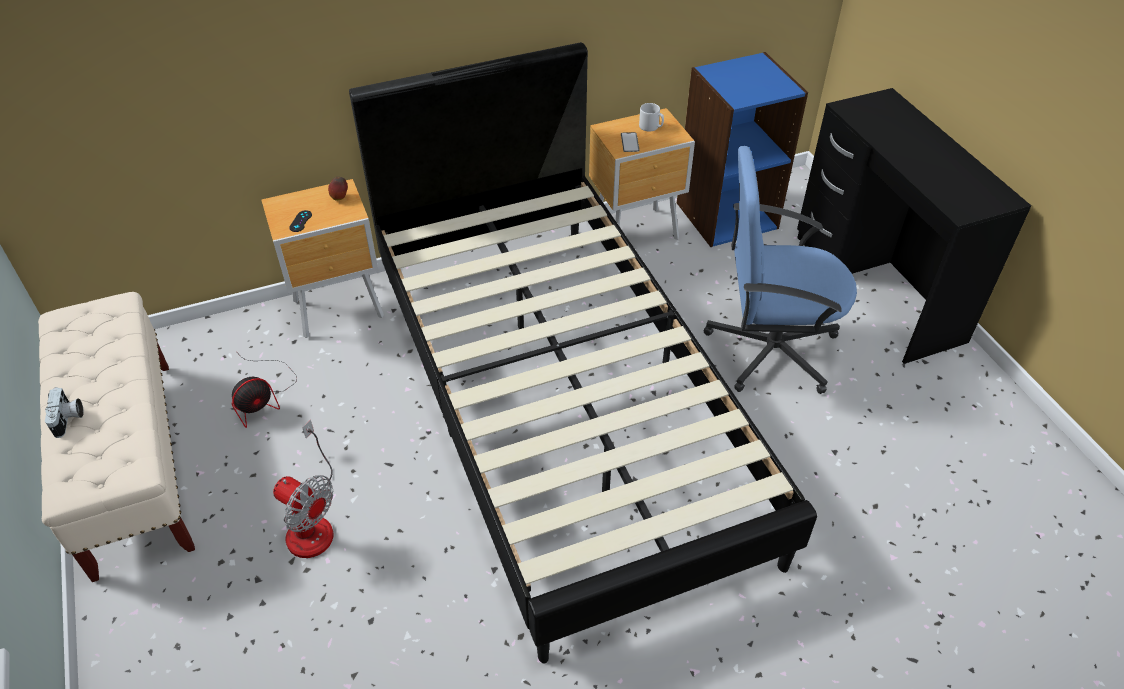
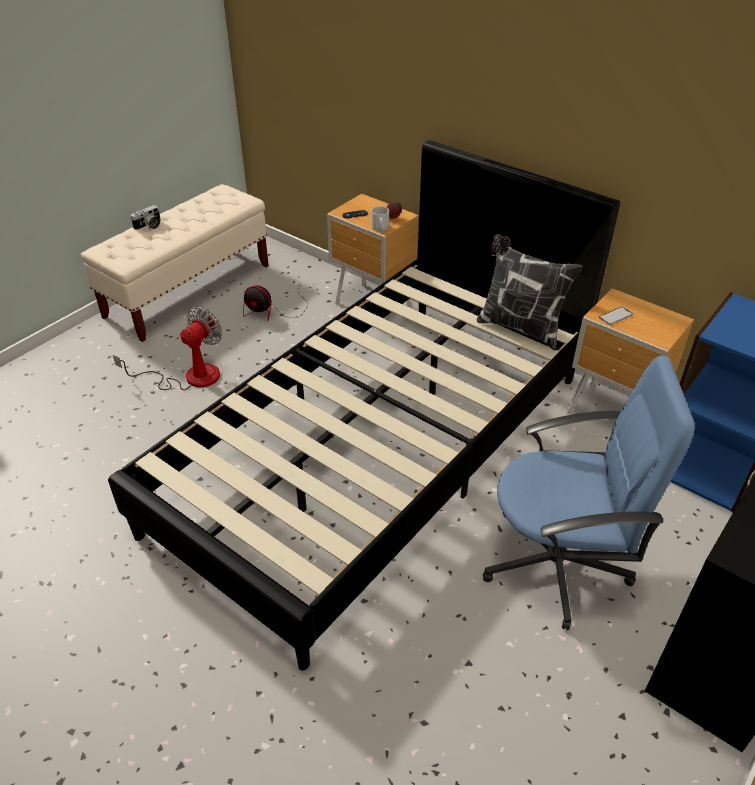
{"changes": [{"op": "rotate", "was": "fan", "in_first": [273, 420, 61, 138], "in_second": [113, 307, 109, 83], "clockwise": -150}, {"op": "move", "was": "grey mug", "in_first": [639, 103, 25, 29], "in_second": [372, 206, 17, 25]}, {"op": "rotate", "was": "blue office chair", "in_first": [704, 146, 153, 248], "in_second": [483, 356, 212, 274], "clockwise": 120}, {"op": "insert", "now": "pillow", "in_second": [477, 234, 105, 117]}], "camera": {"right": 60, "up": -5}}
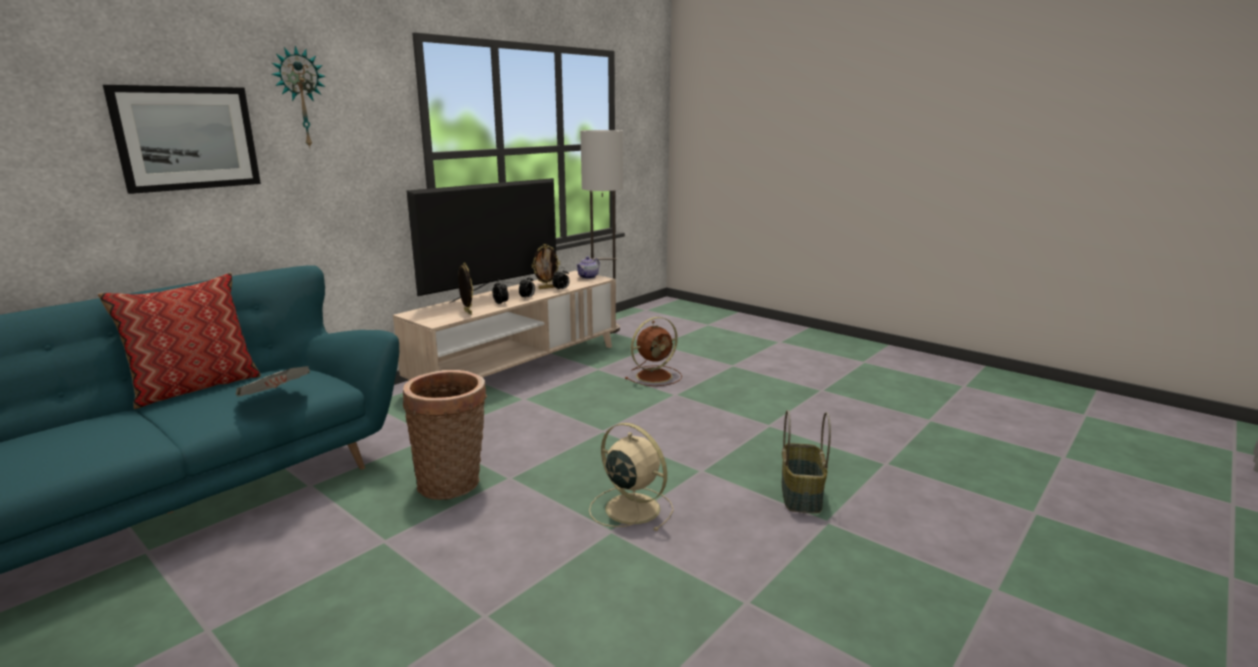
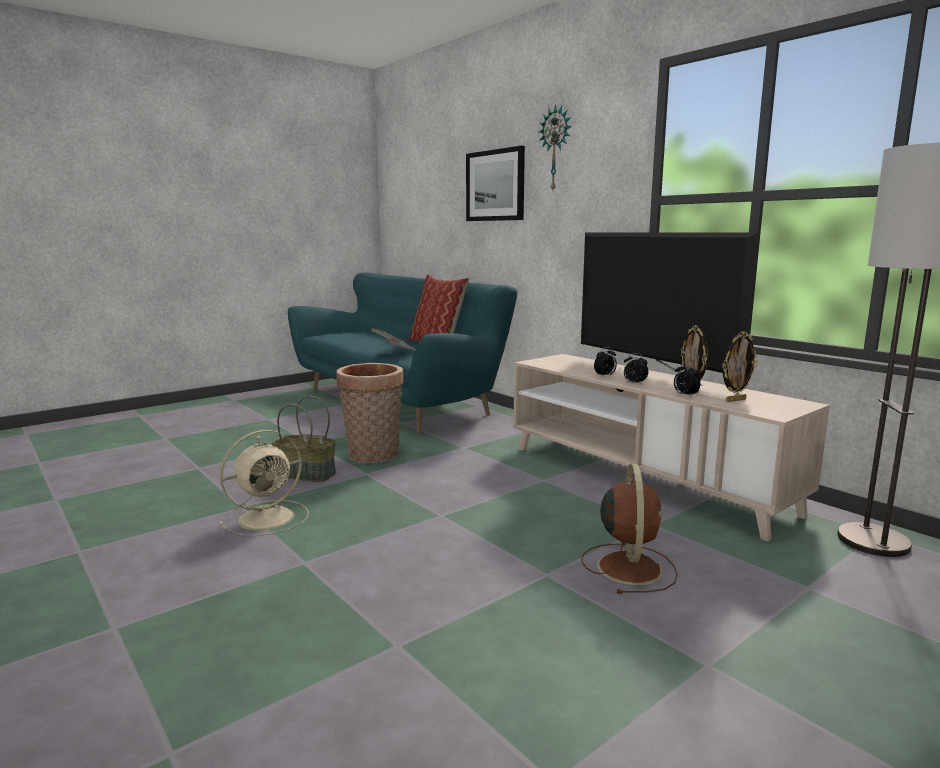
{"changes": [{"op": "move", "was": "picture frame", "in_first": [458, 262, 15, 53], "in_second": [722, 331, 36, 71]}, {"op": "delete", "was": "teapot", "in_first": [576, 257, 24, 22]}, {"op": "rotate", "was": "brown fan", "in_first": [625, 317, 57, 69], "in_second": [581, 464, 97, 130], "clockwise": -150}, {"op": "move", "was": "basket", "in_first": [782, 410, 49, 103], "in_second": [272, 396, 64, 86]}], "camera": {"right": 100, "up": -5}}
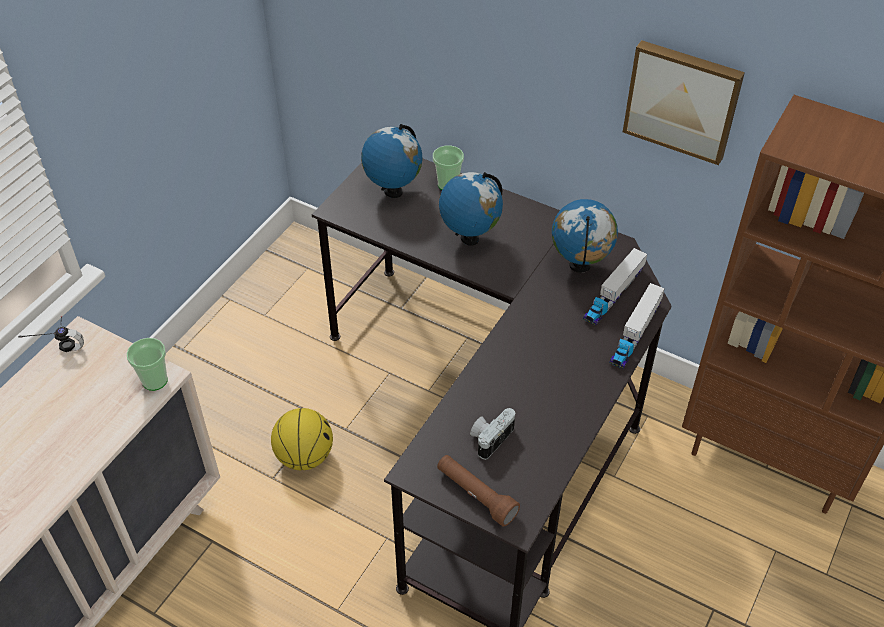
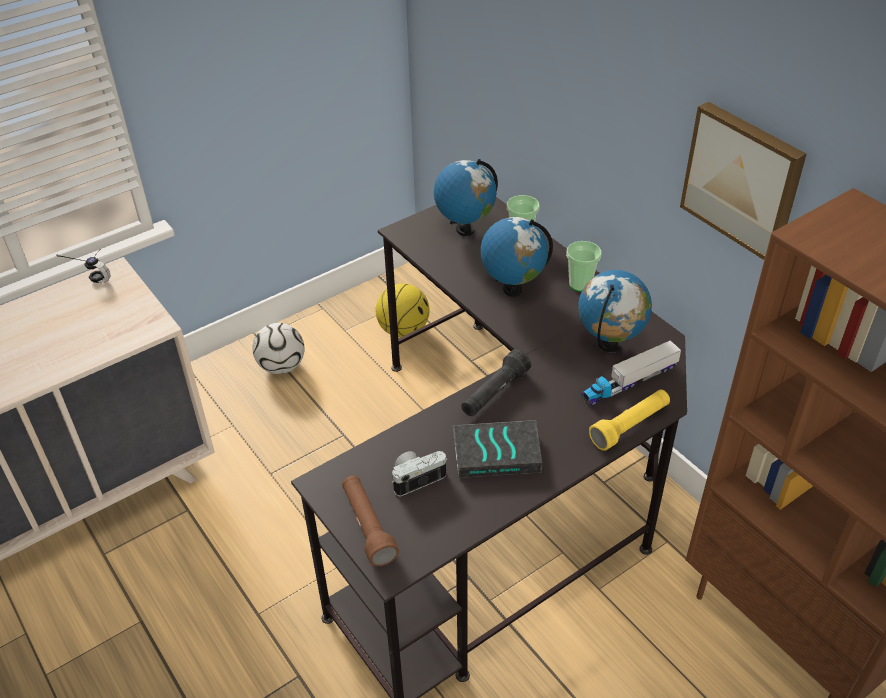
{"changes": [{"op": "move", "was": "cup", "in_first": [127, 338, 41, 53], "in_second": [566, 241, 36, 51]}, {"op": "move", "was": "basketball", "in_first": [271, 408, 62, 62], "in_second": [376, 283, 54, 54]}, {"op": "replace", "was": "toy truck", "now": "yellow flashlight", "in_first": [609, 283, 56, 86], "in_second": [589, 389, 81, 62]}, {"op": "insert", "now": "football", "in_second": [253, 323, 52, 51]}, {"op": "insert", "now": "book", "in_second": [452, 420, 90, 58]}, {"op": "insert", "now": "black flashlight", "in_second": [461, 349, 70, 67]}], "camera": {"right": 25, "up": -5}}
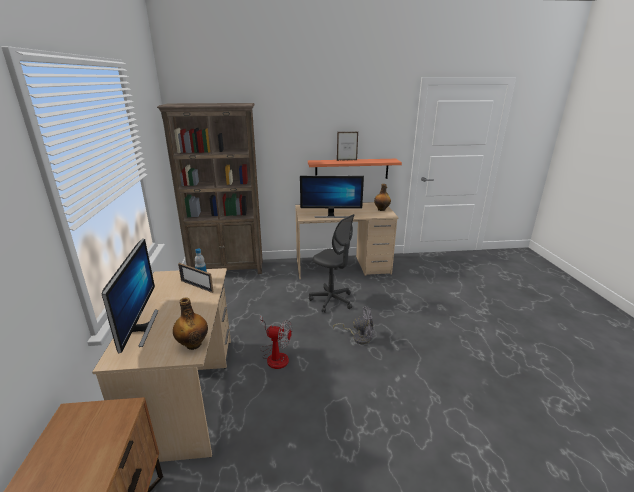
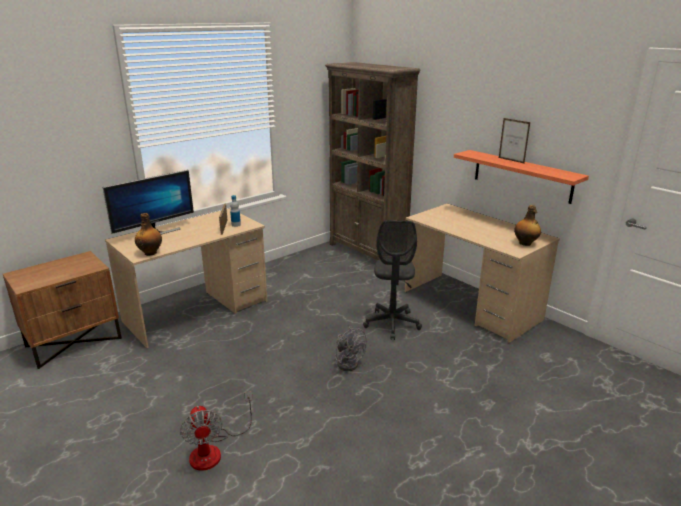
{"changes": [{"op": "move", "was": "fan", "in_first": [260, 315, 32, 54], "in_second": [180, 391, 73, 80]}, {"op": "delete", "was": "monitor", "in_first": [300, 175, 64, 43]}], "camera": {"right": 55, "up": 0}}
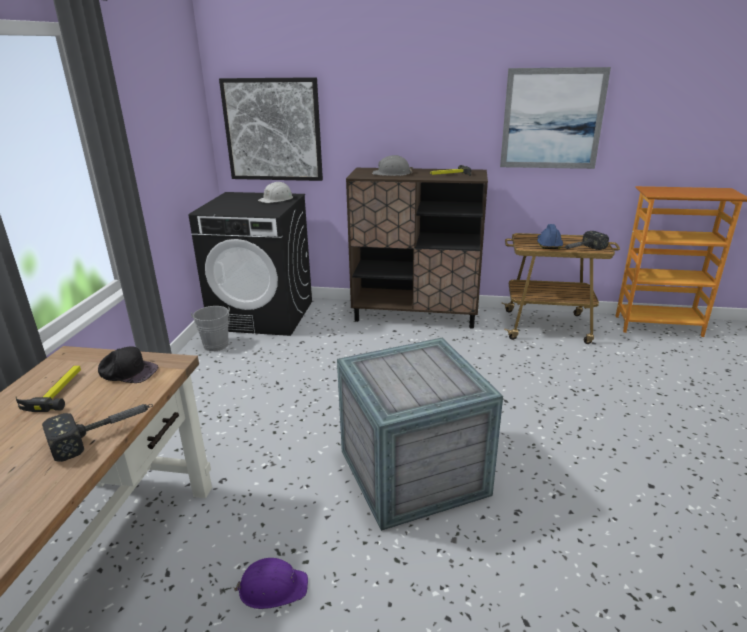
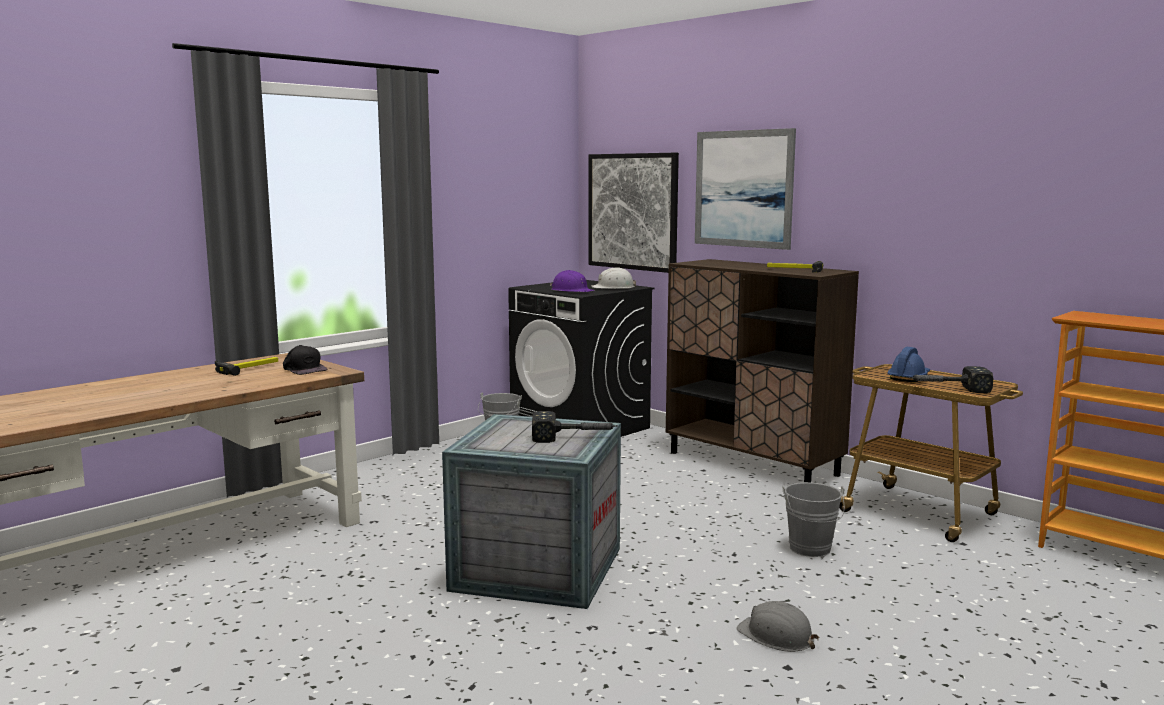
{"changes": [{"op": "move", "was": "hammer", "in_first": [42, 404, 111, 58], "in_second": [532, 411, 86, 32]}, {"op": "move", "was": "purple hard hat", "in_first": [233, 558, 75, 51], "in_second": [550, 270, 45, 22]}, {"op": "move", "was": "grey hard hat", "in_first": [372, 155, 41, 21], "in_second": [736, 601, 83, 51]}, {"op": "move", "was": "picture", "in_first": [500, 67, 111, 102], "in_second": [695, 128, 101, 122]}, {"op": "insert", "now": "grey bucket", "in_second": [782, 482, 63, 75]}], "camera": {"right": 35, "up": -15}}
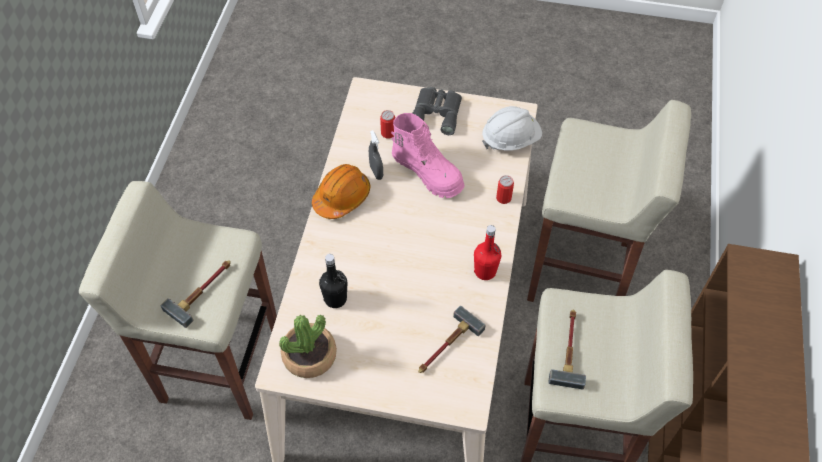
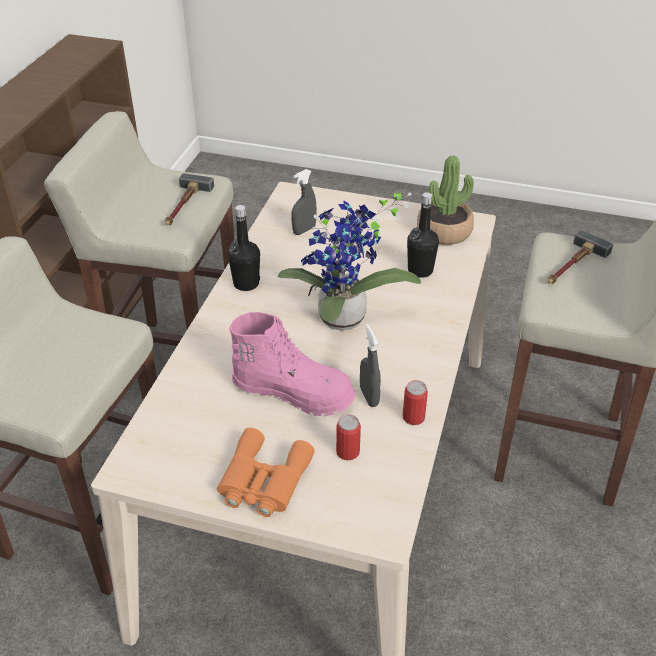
{"changes": [{"op": "delete", "was": "orange hard hat", "in_first": [312, 164, 58, 55]}, {"op": "rotate", "was": "pink boot", "in_first": [391, 113, 74, 85], "in_second": [229, 312, 126, 104], "clockwise": 150}, {"op": "recolor", "was": "grey binoculars", "now": "orange binoculars", "in_first": [412, 87, 50, 48], "in_second": [217, 428, 98, 89]}, {"op": "replace", "was": "hammer", "now": "grey spray bottle", "in_first": [418, 305, 68, 68], "in_second": [291, 169, 26, 66]}, {"op": "recolor", "was": "red bottle", "now": "black bottle", "in_first": [474, 225, 27, 55], "in_second": [228, 205, 32, 86]}, {"op": "delete", "was": "white hard hat", "in_first": [482, 106, 60, 44]}, {"op": "move", "was": "can", "in_first": [496, 175, 18, 29], "in_second": [402, 380, 26, 45]}, {"op": "insert", "now": "potted plant", "in_second": [278, 192, 143, 139]}], "camera": {"right": -175, "up": -15}}
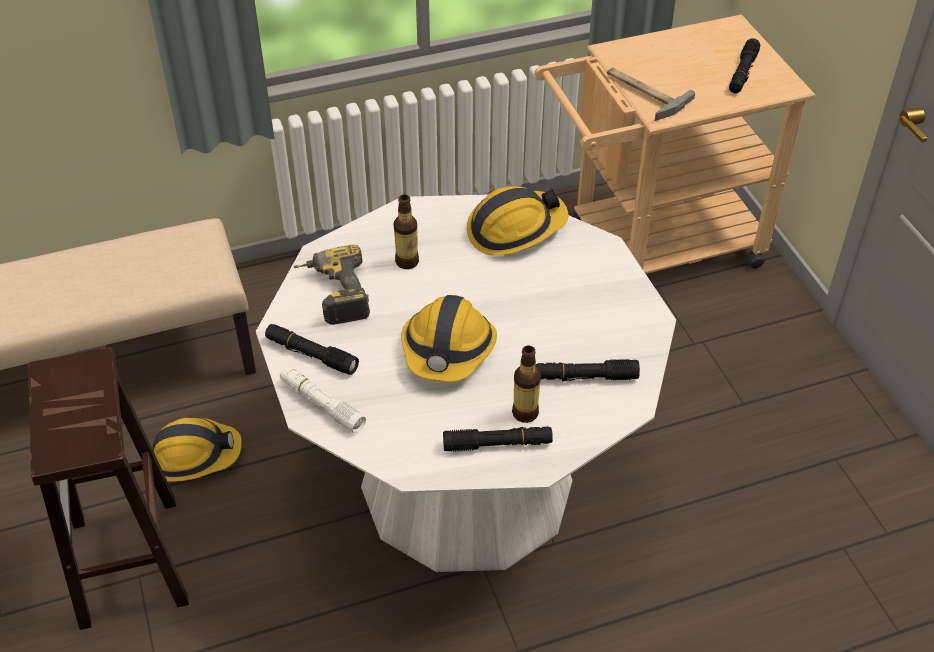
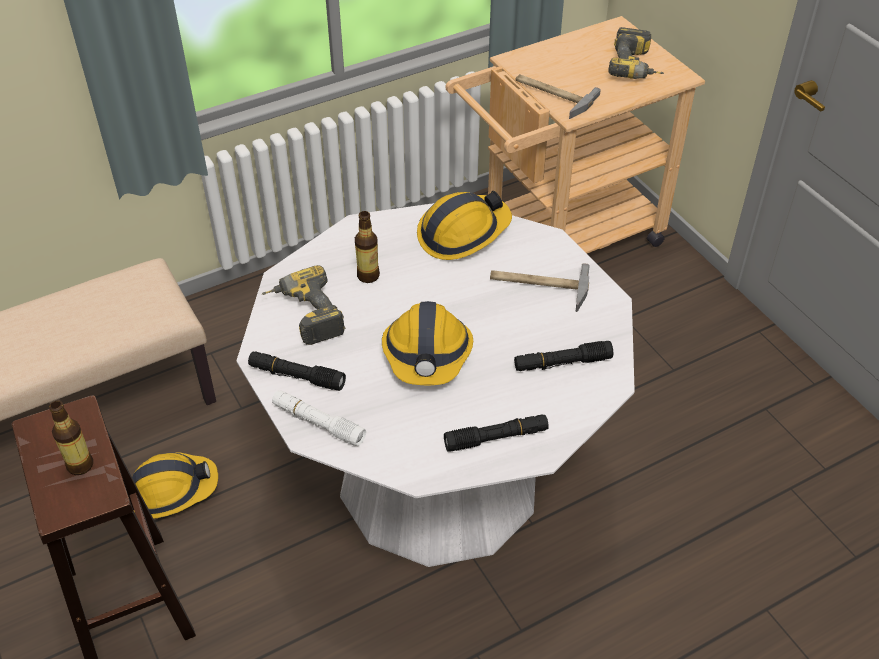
{"changes": [{"op": "move", "was": "bottle", "in_first": [512, 345, 29, 78], "in_second": [49, 401, 44, 74]}, {"op": "replace", "was": "black flashlight", "now": "power drill", "in_first": [729, 38, 31, 55], "in_second": [608, 27, 56, 52]}, {"op": "insert", "now": "hammer", "in_second": [490, 263, 100, 49]}], "camera": {"right": -10, "up": 0}}
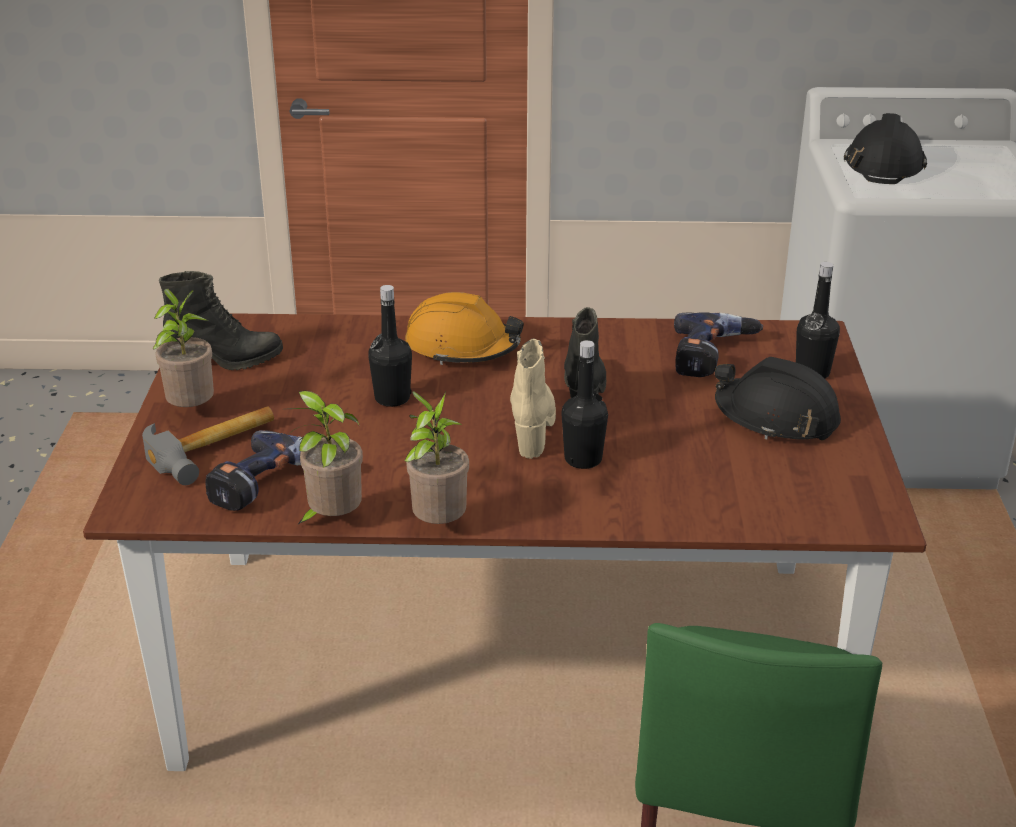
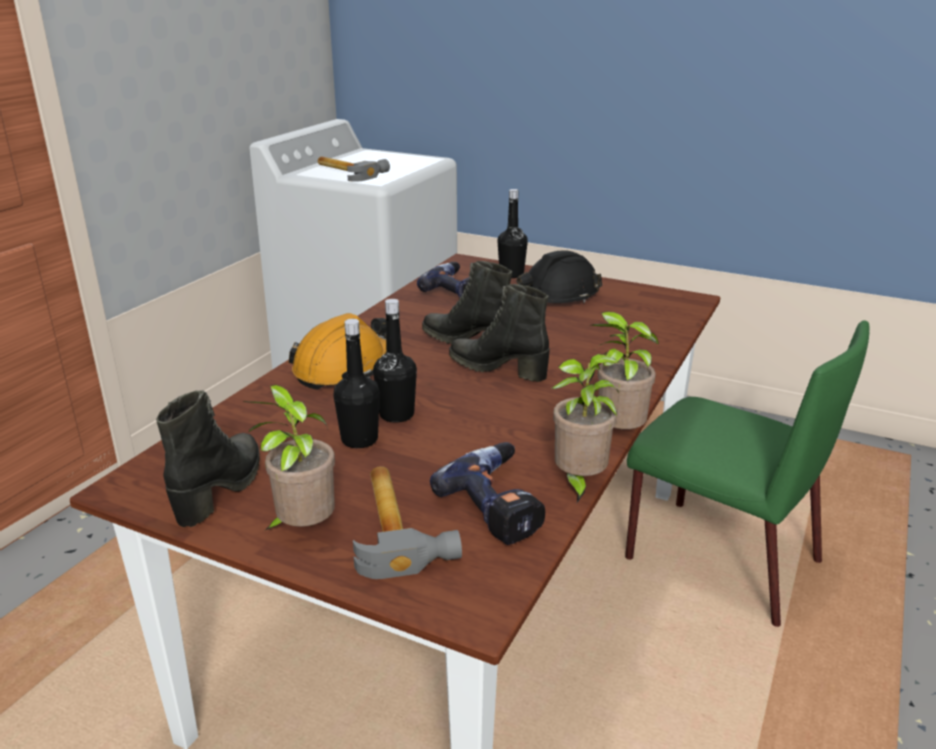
{"changes": [{"op": "recolor", "was": "beige boot", "now": "black boot", "in_first": [510, 338, 46, 121], "in_second": [449, 284, 101, 98]}, {"op": "move", "was": "black bottle", "in_first": [561, 340, 47, 129], "in_second": [333, 319, 47, 129]}, {"op": "replace", "was": "black hard hat", "now": "hammer", "in_first": [844, 113, 83, 71], "in_second": [318, 156, 72, 26]}], "camera": {"right": -65, "up": -5}}
